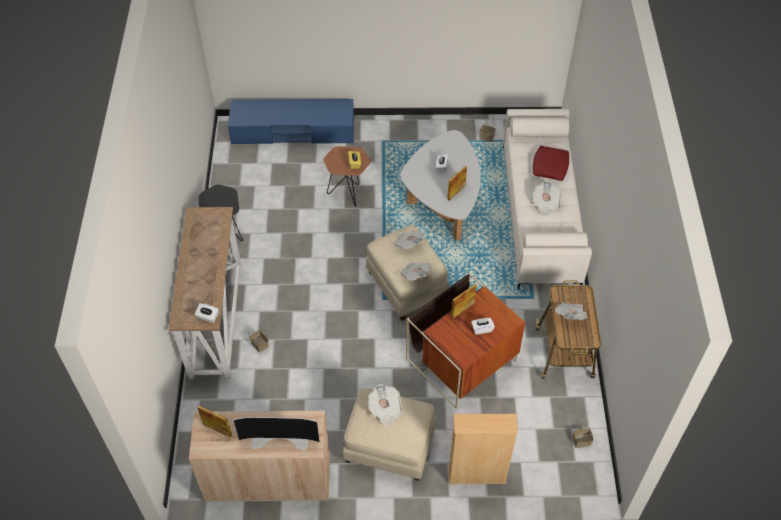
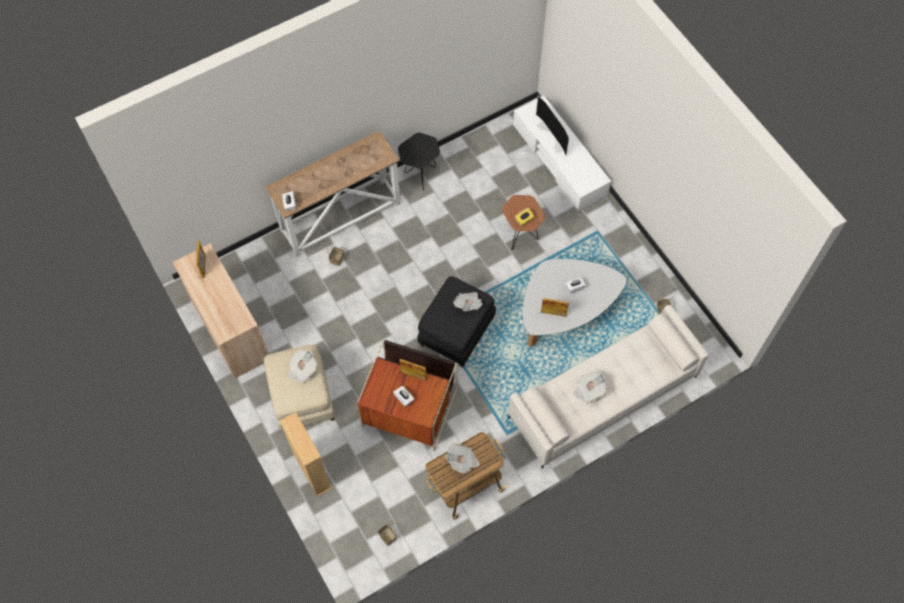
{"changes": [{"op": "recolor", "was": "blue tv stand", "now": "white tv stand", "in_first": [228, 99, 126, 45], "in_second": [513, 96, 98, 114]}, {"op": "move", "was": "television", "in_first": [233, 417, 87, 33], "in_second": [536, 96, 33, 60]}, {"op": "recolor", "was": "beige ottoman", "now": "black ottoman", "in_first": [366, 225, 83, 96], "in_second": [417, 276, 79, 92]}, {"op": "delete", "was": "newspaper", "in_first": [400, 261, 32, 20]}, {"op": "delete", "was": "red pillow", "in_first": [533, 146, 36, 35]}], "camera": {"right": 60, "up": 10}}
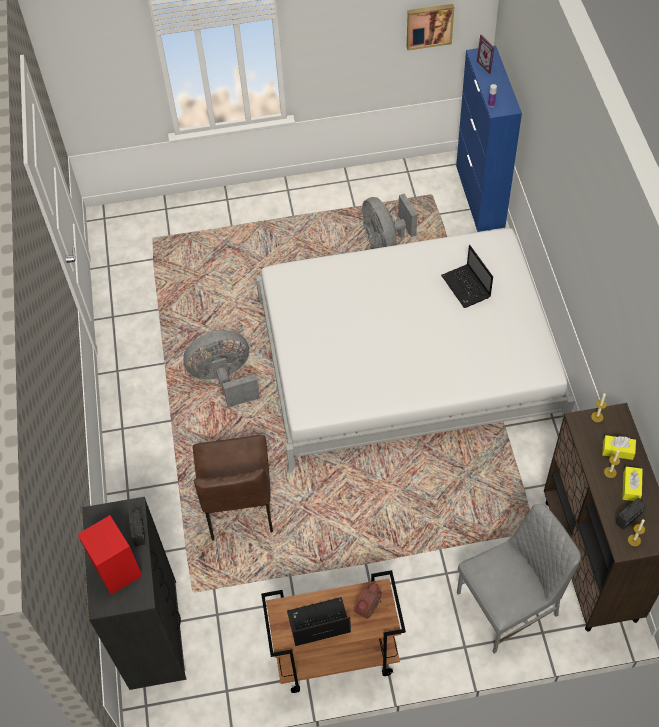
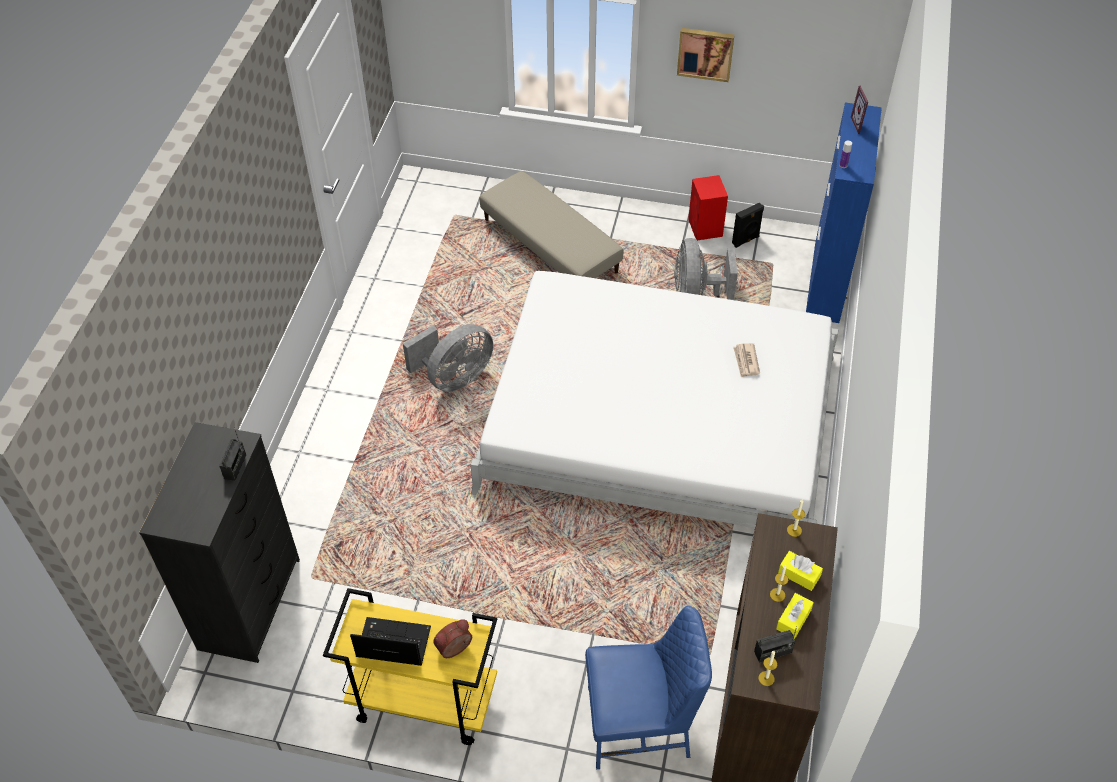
{"changes": [{"op": "move", "was": "red speaker", "in_first": [77, 515, 65, 80], "in_second": [688, 175, 40, 65]}, {"op": "rotate", "was": "grey fan", "in_first": [183, 330, 77, 77], "in_second": [403, 324, 90, 68], "clockwise": 135}, {"op": "delete", "was": "brown chair", "in_first": [193, 435, 80, 105]}, {"op": "recolor", "was": "brown cart", "now": "yellow cart", "in_first": [261, 570, 145, 123], "in_second": [323, 588, 174, 157]}, {"op": "move", "was": "picture", "in_first": [407, 4, 47, 46], "in_second": [677, 28, 57, 54]}, {"op": "replace", "was": "laptop", "now": "newspaper", "in_first": [441, 245, 52, 63], "in_second": [733, 343, 27, 34]}, {"op": "recolor", "was": "grey chair", "now": "blue chair", "in_first": [457, 504, 124, 149], "in_second": [585, 606, 127, 163]}, {"op": "insert", "now": "beige ottoman", "in_second": [480, 171, 143, 107]}, {"op": "insert", "now": "black speaker", "in_second": [732, 202, 32, 46]}], "camera": {"right": 20, "up": -5}}
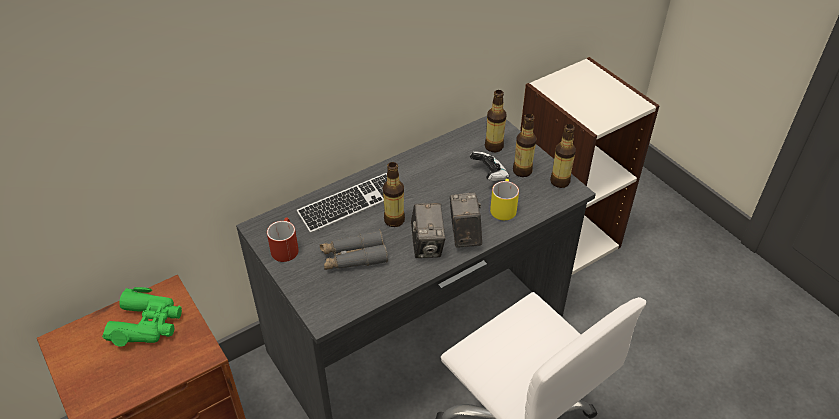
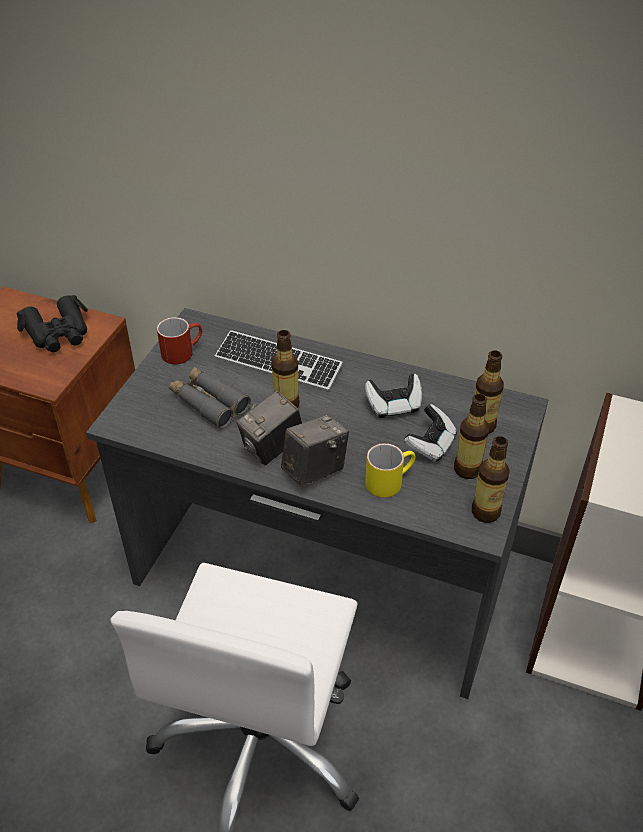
{"changes": [{"op": "recolor", "was": "green binoculars", "now": "black binoculars", "in_first": [102, 287, 80, 60], "in_second": [17, 295, 71, 57]}, {"op": "insert", "now": "game controller", "in_second": [365, 373, 57, 45]}], "camera": {"right": 55, "up": 0}}
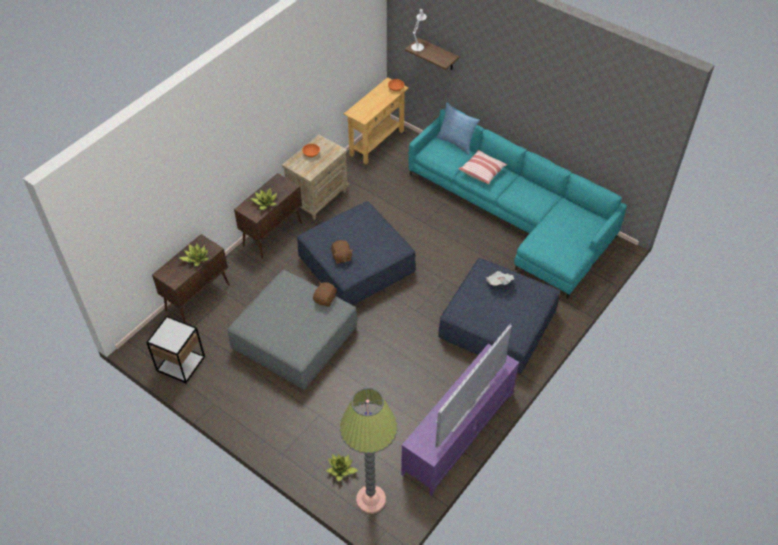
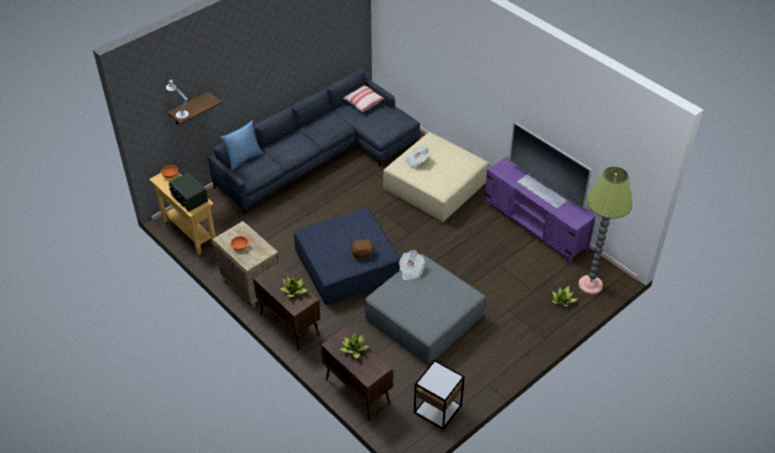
{"changes": [{"op": "replace", "was": "brown plush toy", "now": "newspaper", "in_first": [313, 282, 24, 25], "in_second": [399, 250, 26, 30]}, {"op": "recolor", "was": "turquoise sofa", "now": "grey sofa", "in_first": [408, 109, 219, 190], "in_second": [208, 69, 212, 146]}, {"op": "recolor", "was": "blue ottoman", "now": "beige ottoman", "in_first": [438, 258, 122, 116], "in_second": [383, 132, 106, 90]}, {"op": "move", "was": "pillow", "in_first": [459, 150, 48, 34], "in_second": [343, 85, 42, 27]}, {"op": "insert", "now": "radio", "in_second": [169, 173, 39, 39]}], "camera": {"right": -80, "up": -5}}
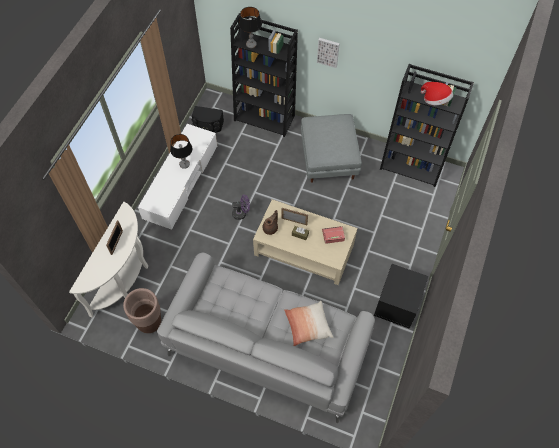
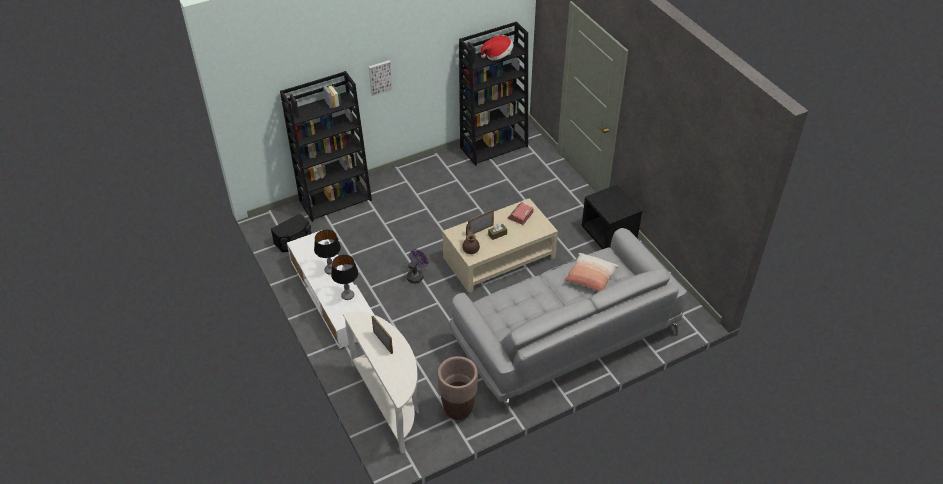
{"changes": [{"op": "move", "was": "table lamp", "in_first": [239, 7, 23, 41], "in_second": [331, 255, 28, 45]}, {"op": "delete", "was": "grey ottoman", "in_first": [301, 114, 61, 69]}], "camera": {"right": -50, "up": -15}}
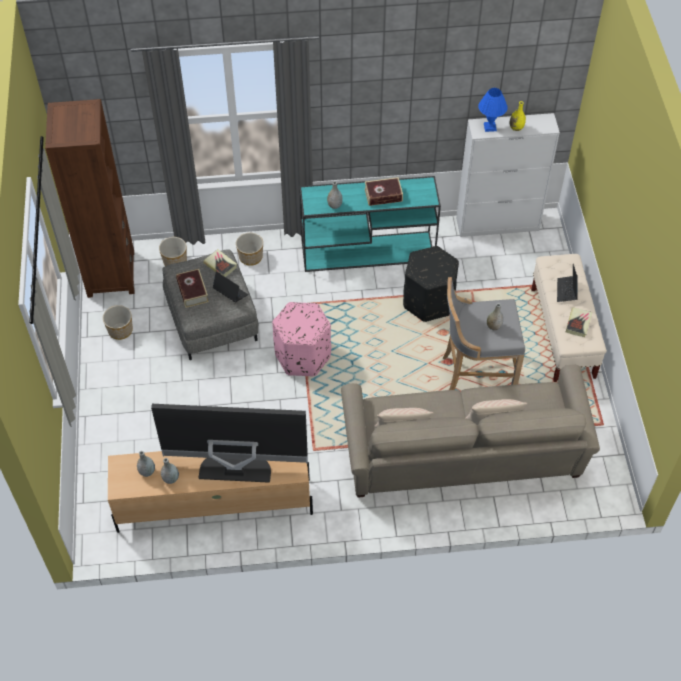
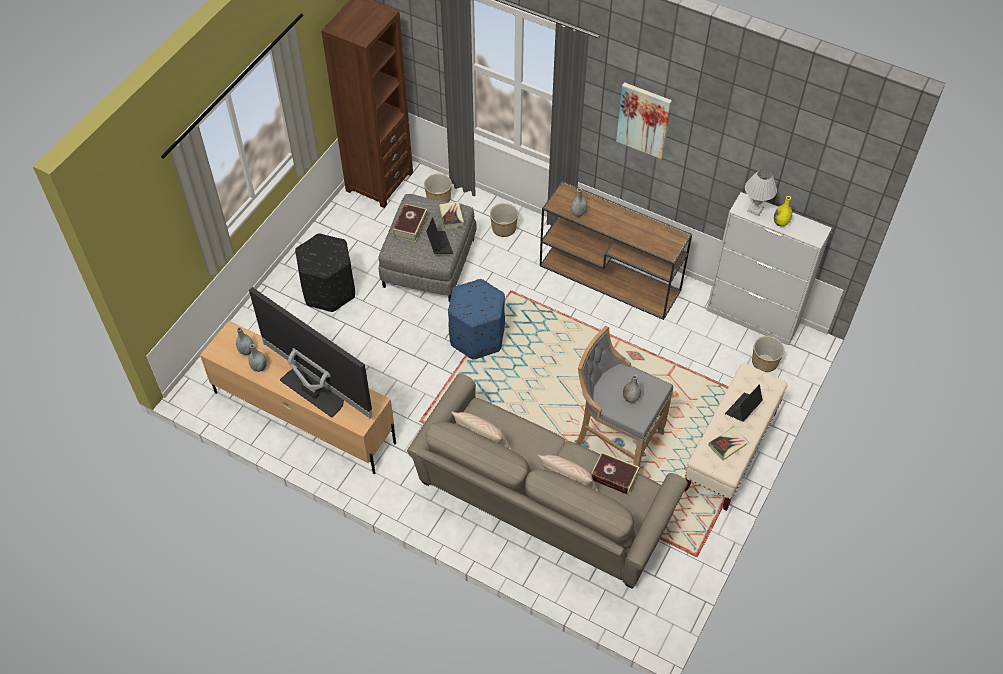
{"changes": [{"op": "move", "was": "planter", "in_first": [103, 305, 30, 35], "in_second": [752, 336, 33, 36]}, {"op": "recolor", "was": "pink ottoman", "now": "blue ottoman", "in_first": [272, 302, 59, 74], "in_second": [448, 279, 57, 81]}, {"op": "recolor", "was": "turquoise console table", "now": "brown console table", "in_first": [300, 176, 141, 96], "in_second": [540, 181, 152, 139]}, {"op": "move", "was": "book", "in_first": [365, 177, 38, 29], "in_second": [591, 452, 49, 43]}, {"op": "move", "was": "black ottoman", "in_first": [403, 246, 56, 76], "in_second": [295, 233, 60, 79]}, {"op": "recolor", "was": "blue table lamp", "now": "white table lamp", "in_first": [478, 88, 30, 44], "in_second": [745, 169, 32, 47]}, {"op": "insert", "now": "picture", "in_second": [616, 82, 56, 77]}], "camera": {"right": 35, "up": 0}}
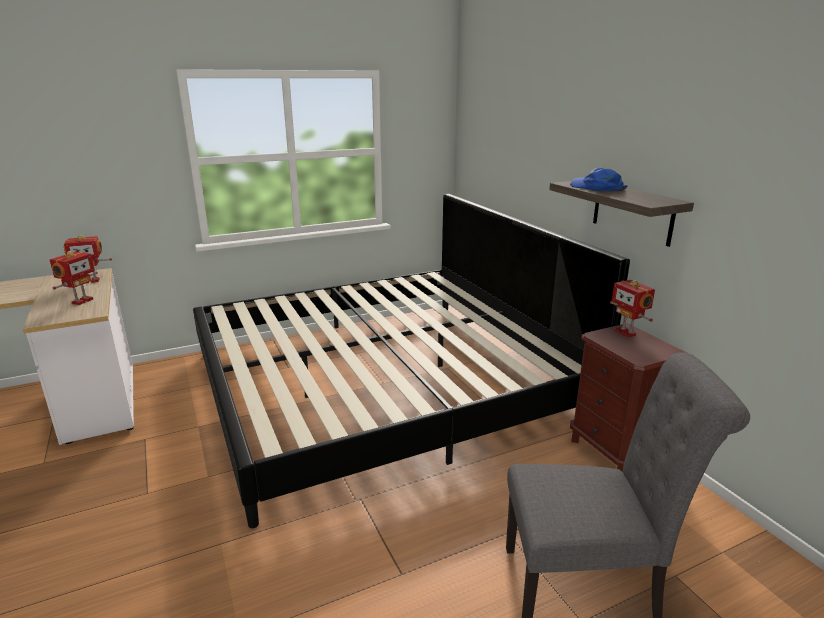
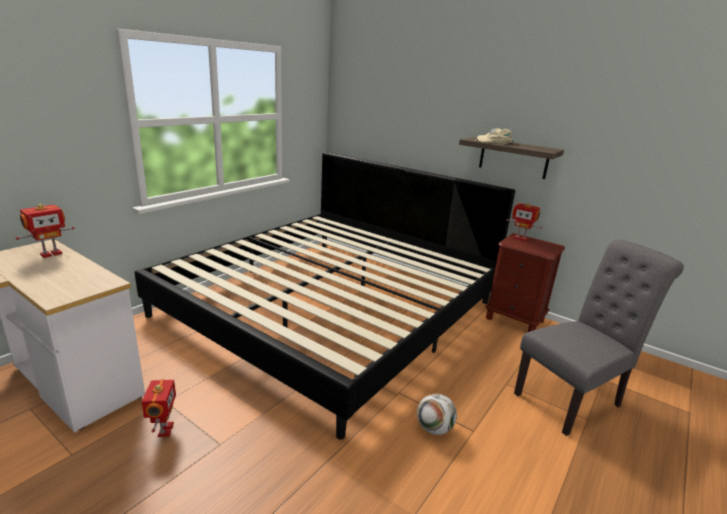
{"changes": [{"op": "move", "was": "toy robot", "in_first": [50, 251, 48, 54], "in_second": [142, 379, 34, 58]}, {"op": "recolor", "was": "blue cap", "now": "beige cap", "in_first": [570, 168, 57, 23], "in_second": [475, 128, 38, 16]}, {"op": "insert", "now": "football", "in_second": [417, 393, 40, 42]}], "camera": {"right": -30, "up": 0}}
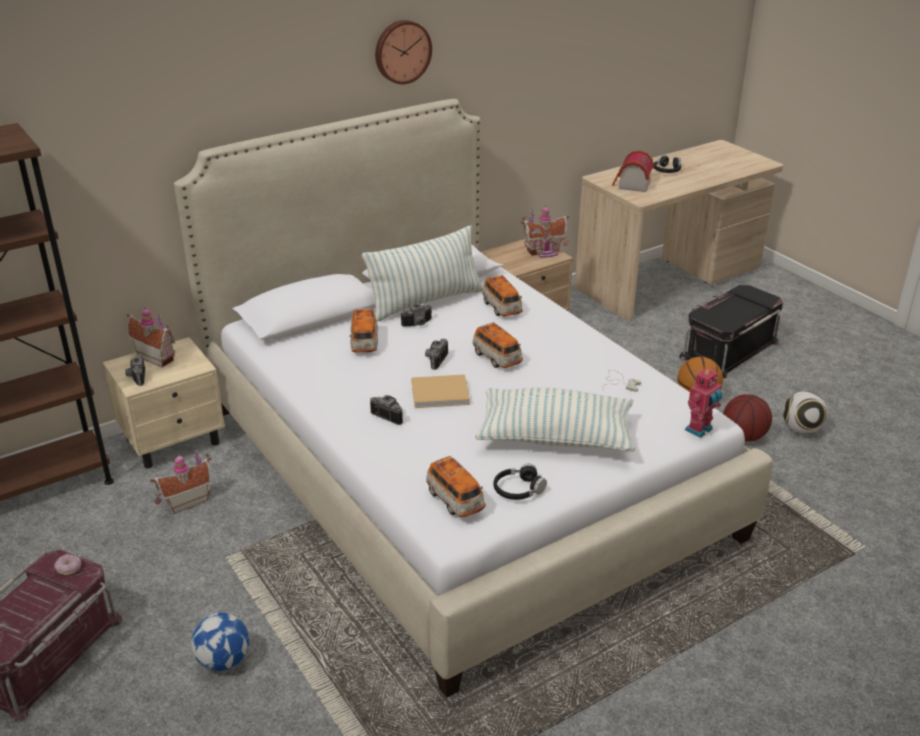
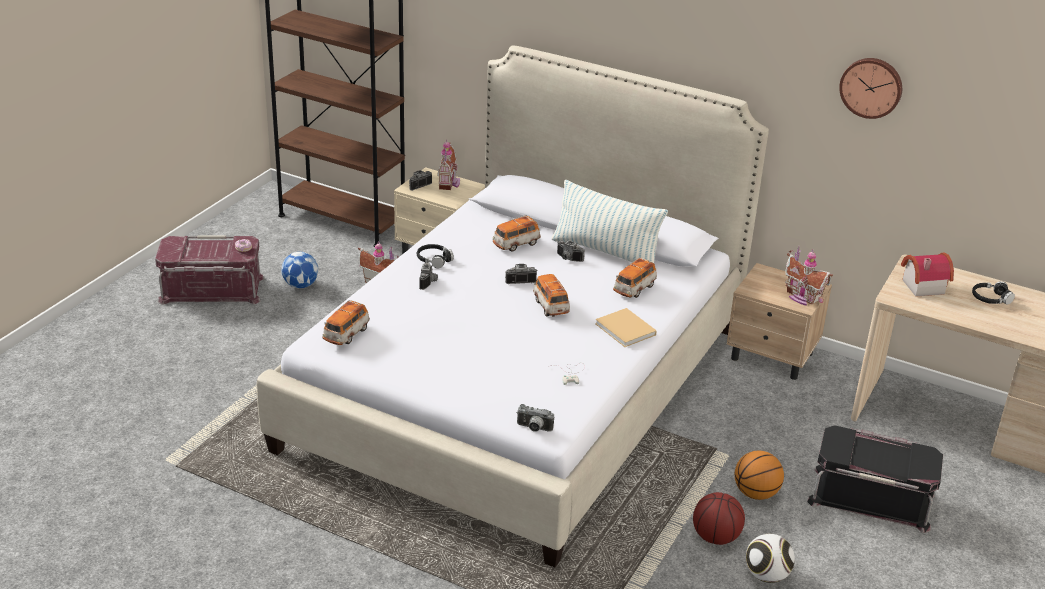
{"changes": [{"op": "move", "was": "football", "in_first": [191, 613, 58, 58], "in_second": [281, 252, 37, 36]}, {"op": "move", "was": "wall clock", "in_first": [375, 20, 57, 64], "in_second": [839, 58, 63, 61]}, {"op": "move", "was": "beige book", "in_first": [411, 374, 59, 34], "in_second": [595, 308, 62, 39]}, {"op": "rotate", "was": "toy car", "in_first": [472, 322, 51, 46], "in_second": [533, 274, 37, 43], "clockwise": 135}, {"op": "delete", "was": "pillow", "in_first": [475, 388, 160, 64]}, {"op": "move", "was": "black headphones", "in_first": [493, 464, 54, 36], "in_second": [417, 244, 37, 24]}, {"op": "replace", "was": "toy robot", "now": "photo camera", "in_first": [685, 368, 37, 70], "in_second": [517, 404, 37, 28]}], "camera": {"right": 60, "up": 0}}
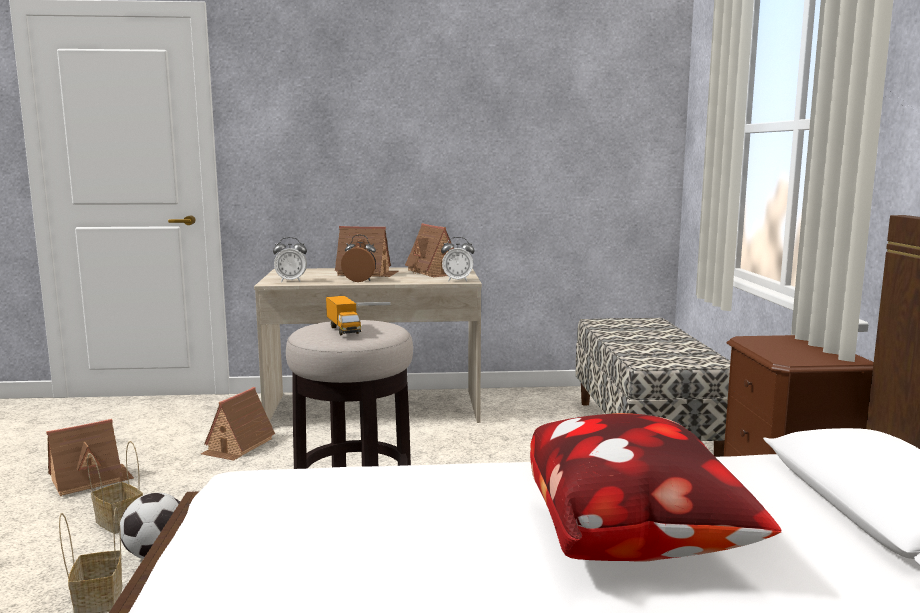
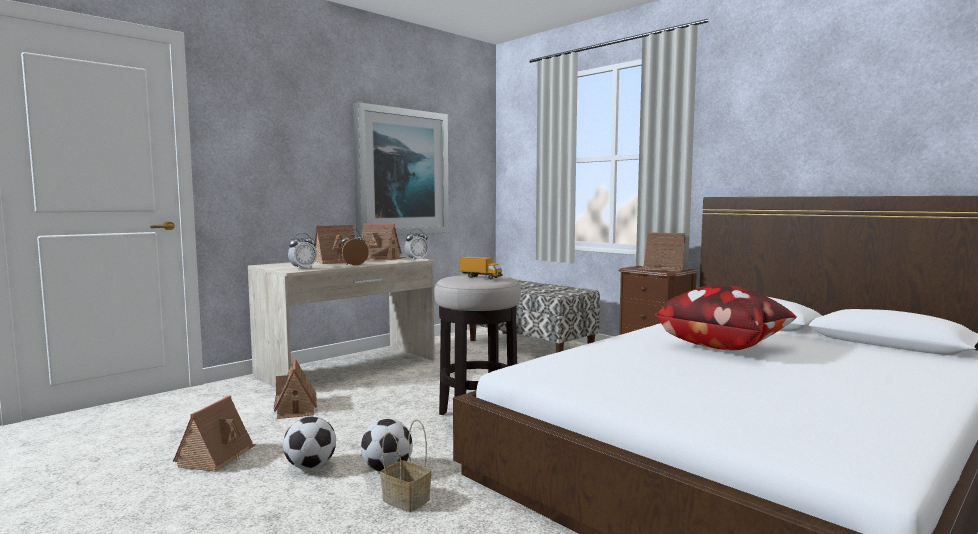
{"changes": [{"op": "replace", "was": "basket", "now": "football", "in_first": [87, 441, 56, 93], "in_second": [283, 416, 53, 54]}, {"op": "insert", "now": "picture", "in_second": [353, 102, 96, 135]}, {"op": "insert", "now": "toy house", "in_second": [638, 232, 48, 40]}], "camera": {"right": -40, "up": -5}}
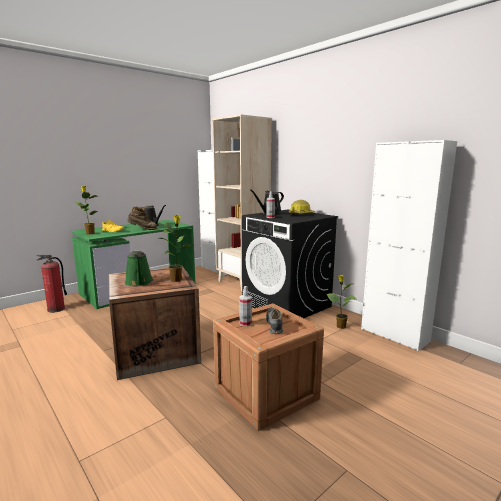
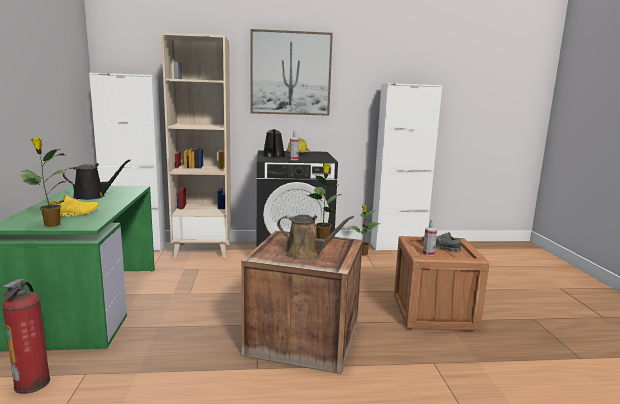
{"changes": [{"op": "recolor", "was": "green watering can", "now": "brown watering can", "in_first": [125, 250, 28, 36], "in_second": [277, 215, 77, 45]}, {"op": "delete", "was": "brown boot", "in_first": [127, 207, 30, 23]}, {"op": "insert", "now": "picture", "in_second": [251, 29, 82, 87]}], "camera": {"right": -55, "up": 0}}
